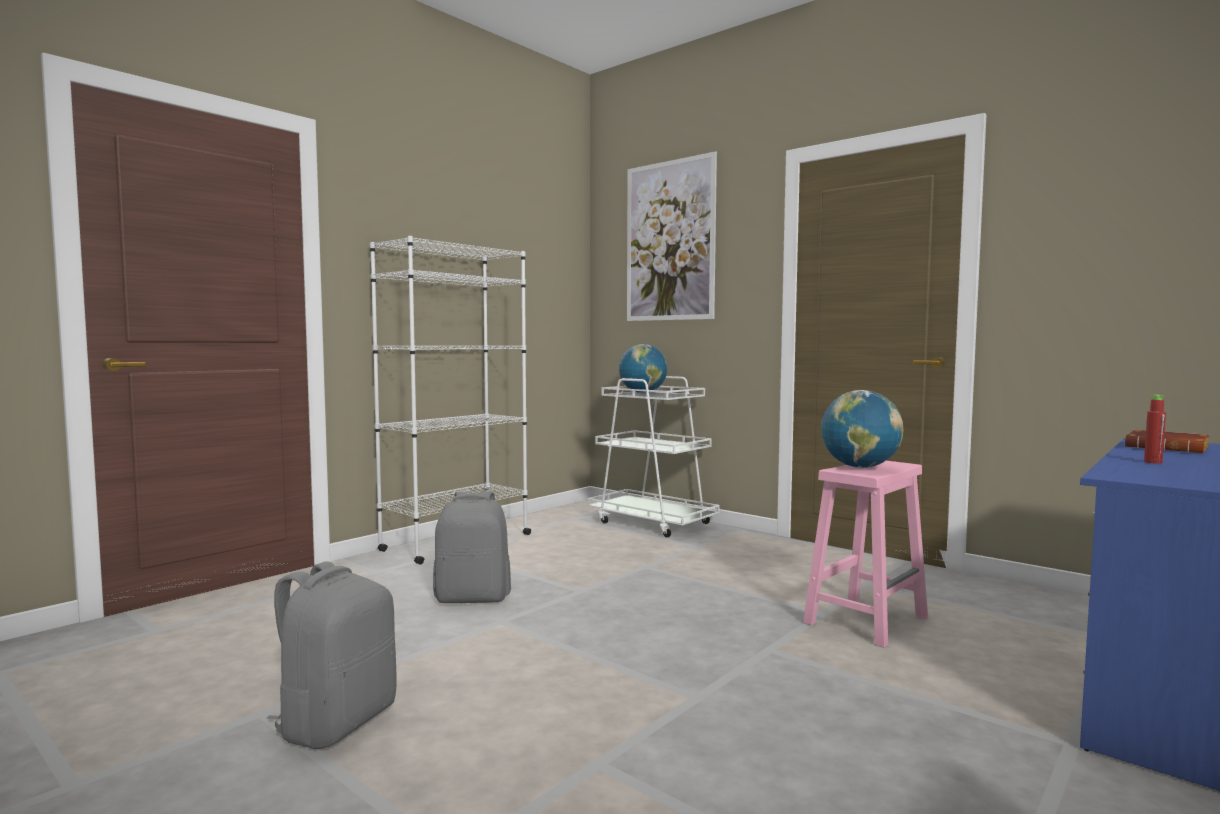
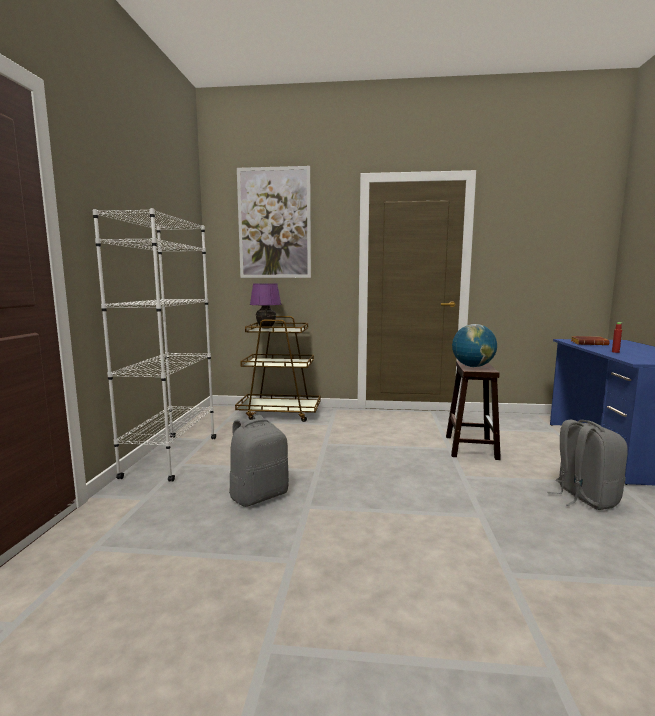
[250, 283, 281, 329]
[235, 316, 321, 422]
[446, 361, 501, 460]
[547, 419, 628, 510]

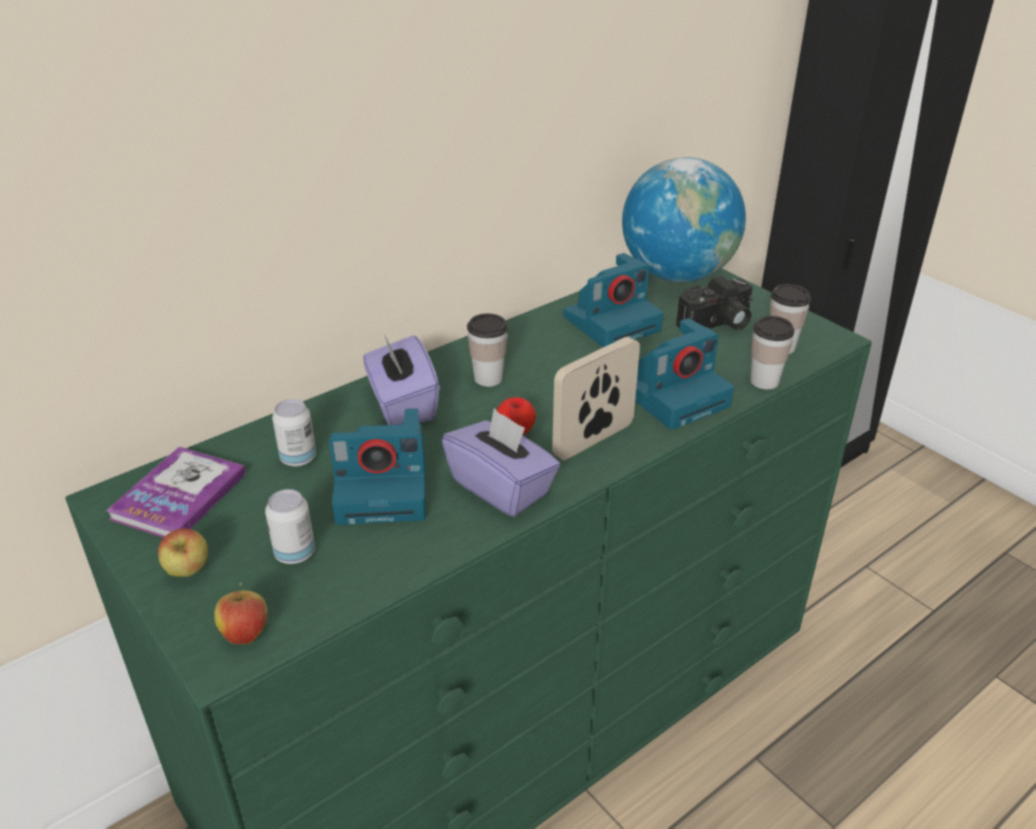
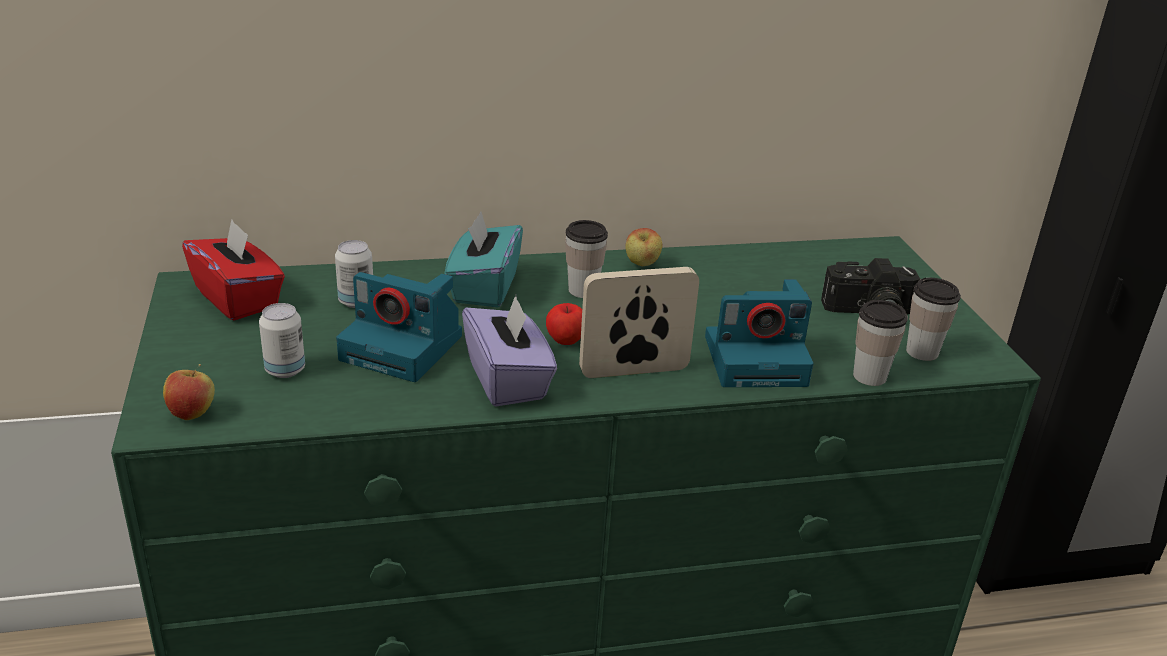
[622, 157, 746, 282] (first image)
[563, 253, 663, 347] (first image)
[445, 211, 523, 307]
[182, 219, 285, 320]
[625, 228, 662, 266]

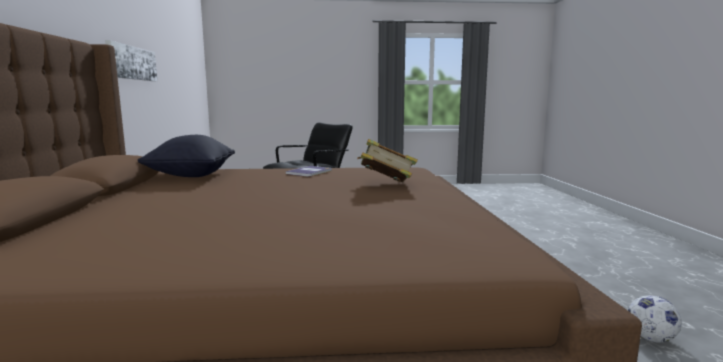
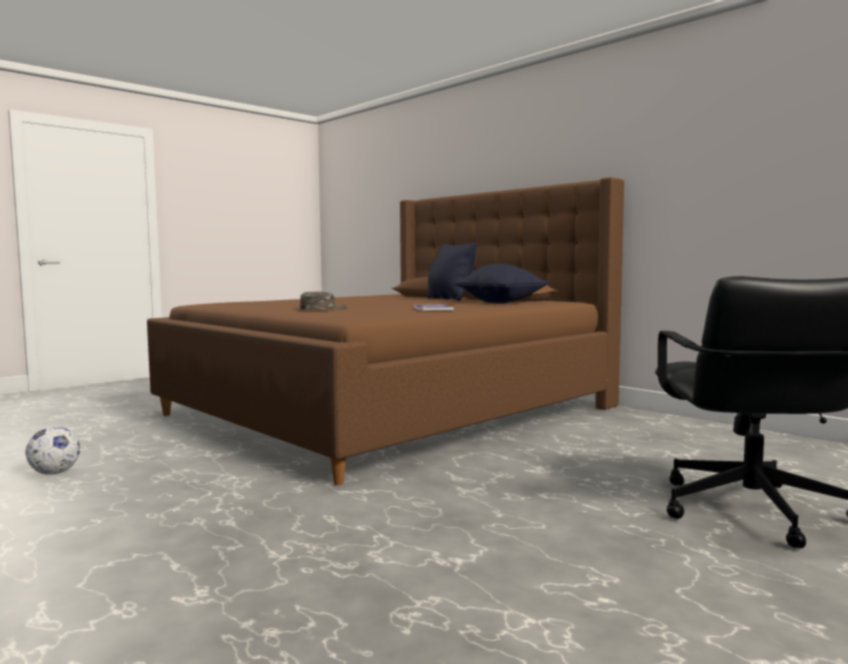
[105, 40, 157, 81] (first image)
[300, 292, 348, 310]
[427, 242, 477, 301]

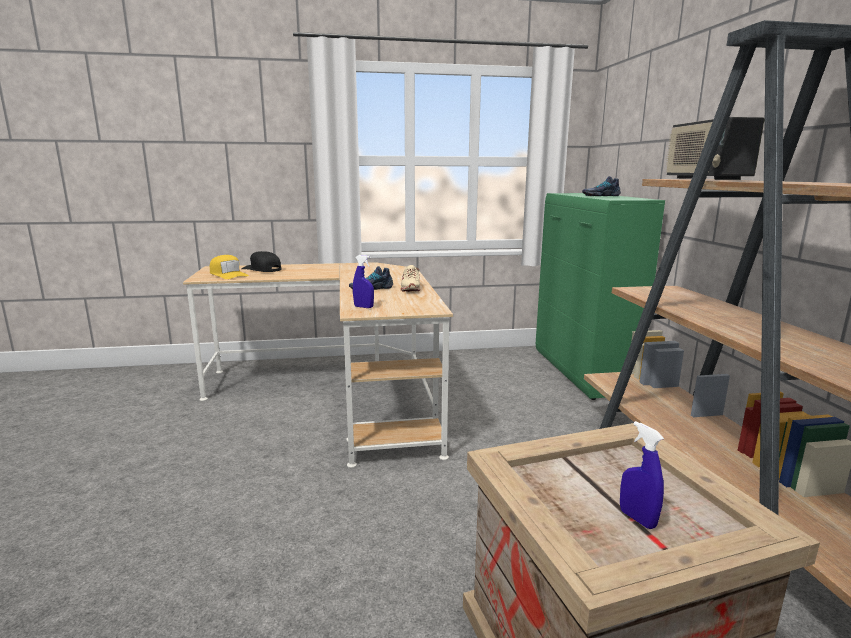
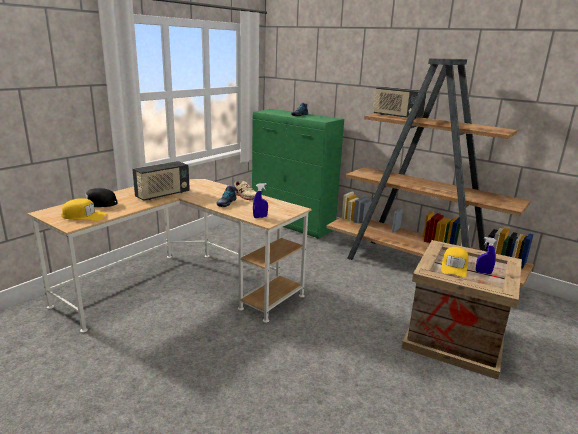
[132, 161, 190, 201]
[441, 247, 469, 277]

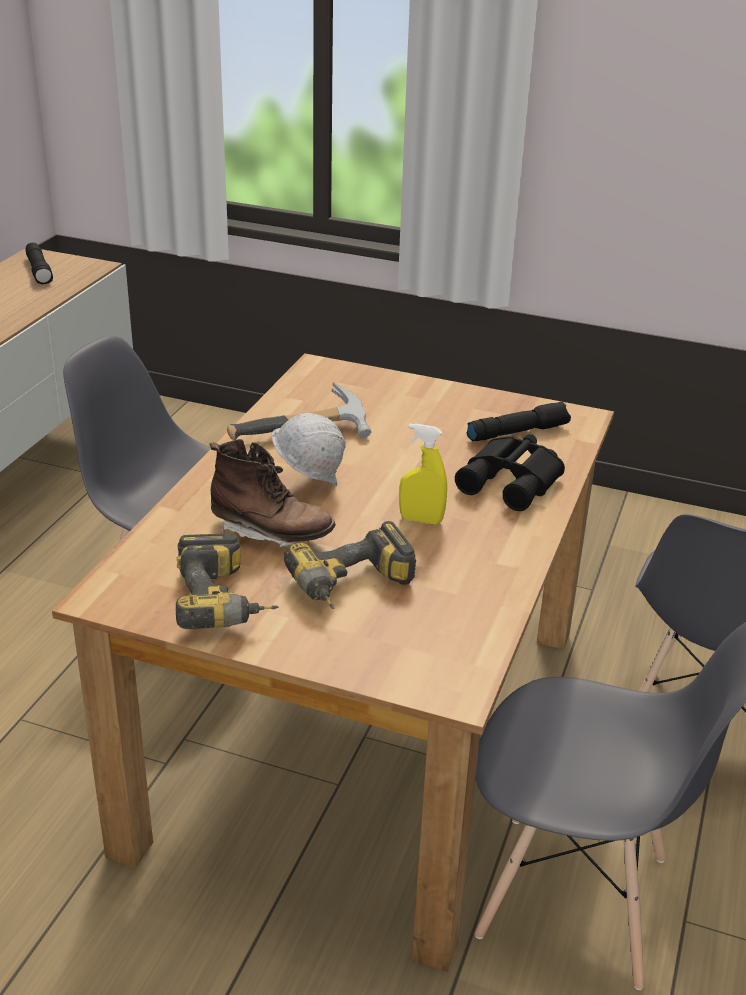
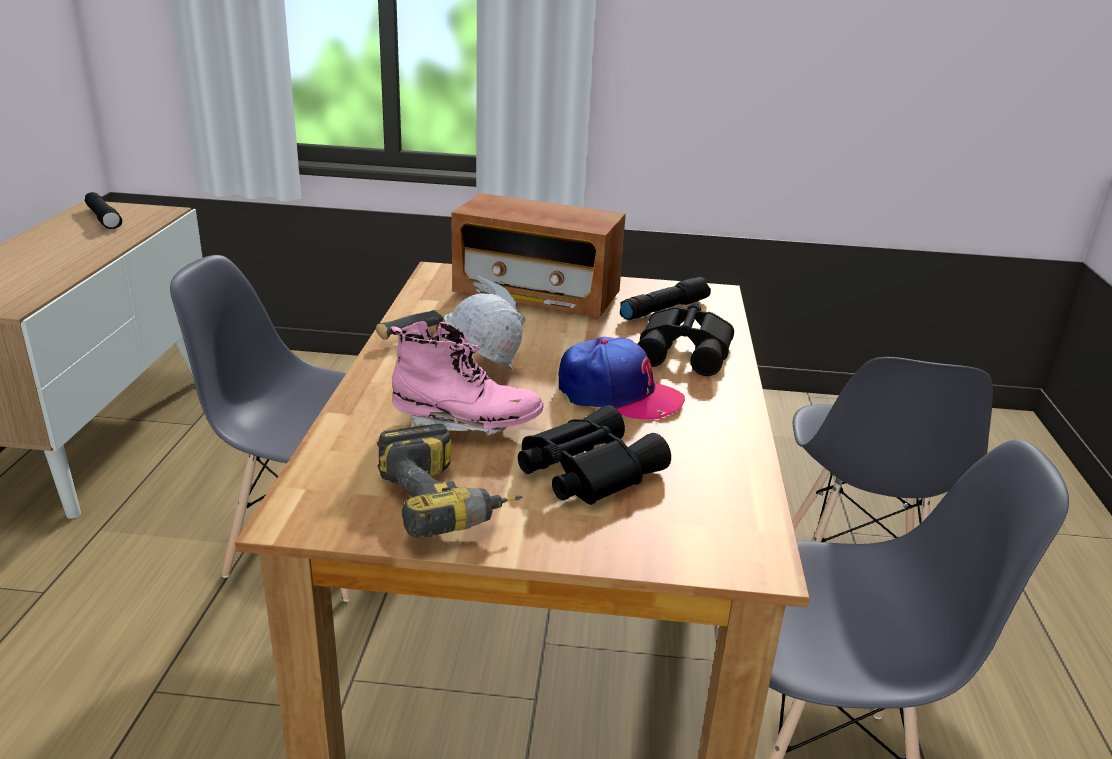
[559, 337, 685, 420]
[390, 321, 544, 436]
[518, 405, 671, 505]
[451, 193, 626, 318]

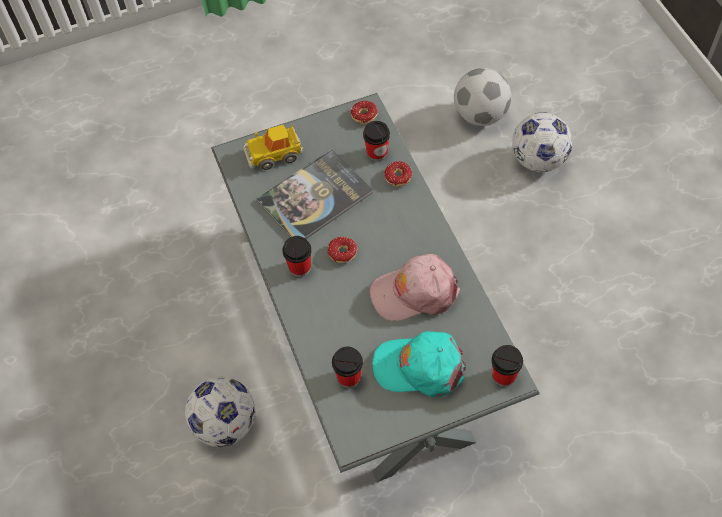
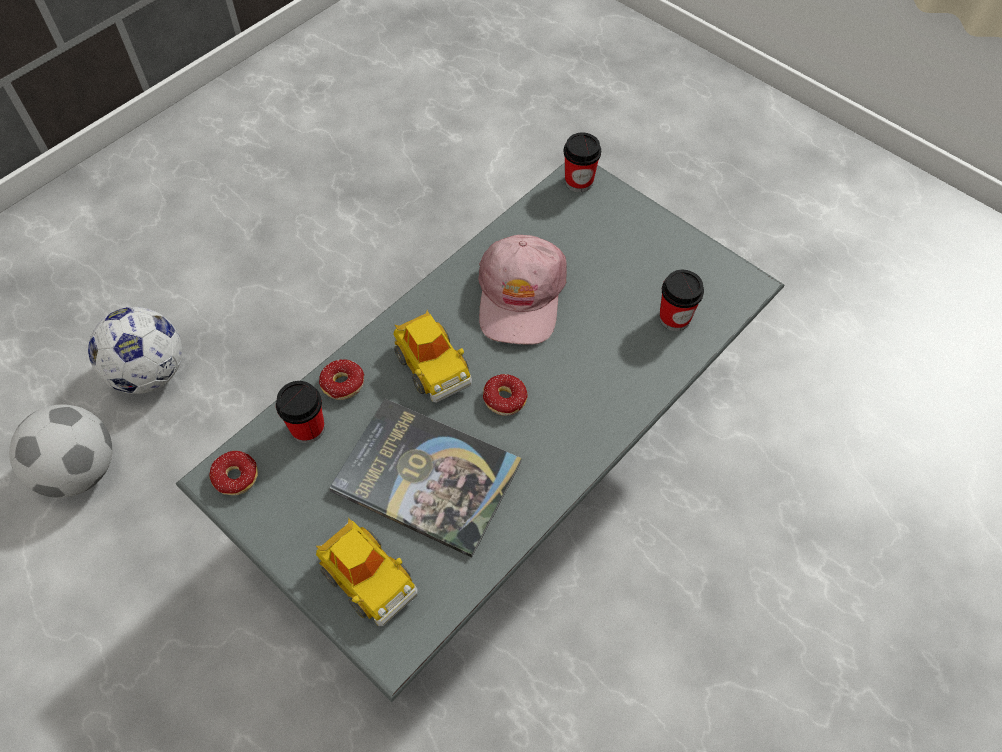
[282, 236, 312, 277] (first image)
[478, 235, 566, 345]
[372, 331, 466, 397] (first image)
[185, 377, 255, 447] (first image)
[393, 310, 472, 403]

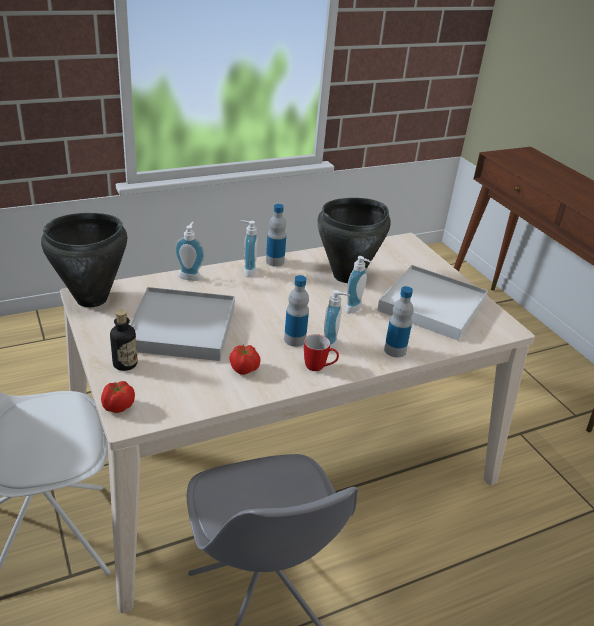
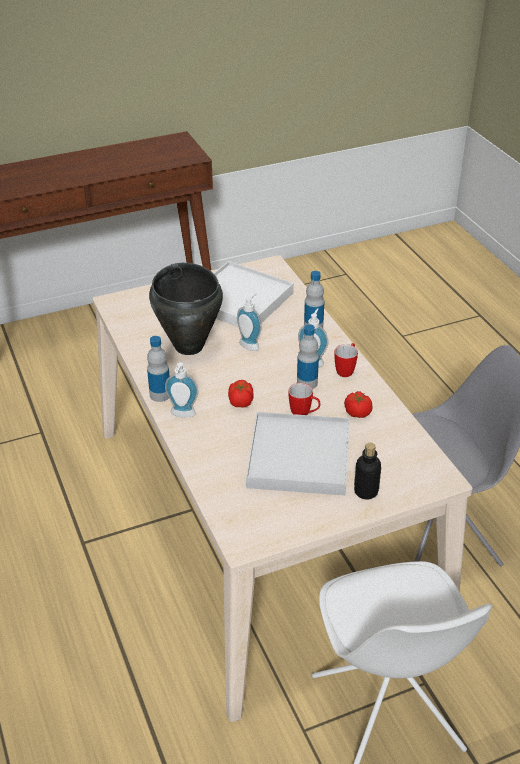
[41, 213, 127, 307] (first image)
[175, 222, 204, 281] (first image)
[228, 380, 254, 407]
[288, 383, 321, 415]

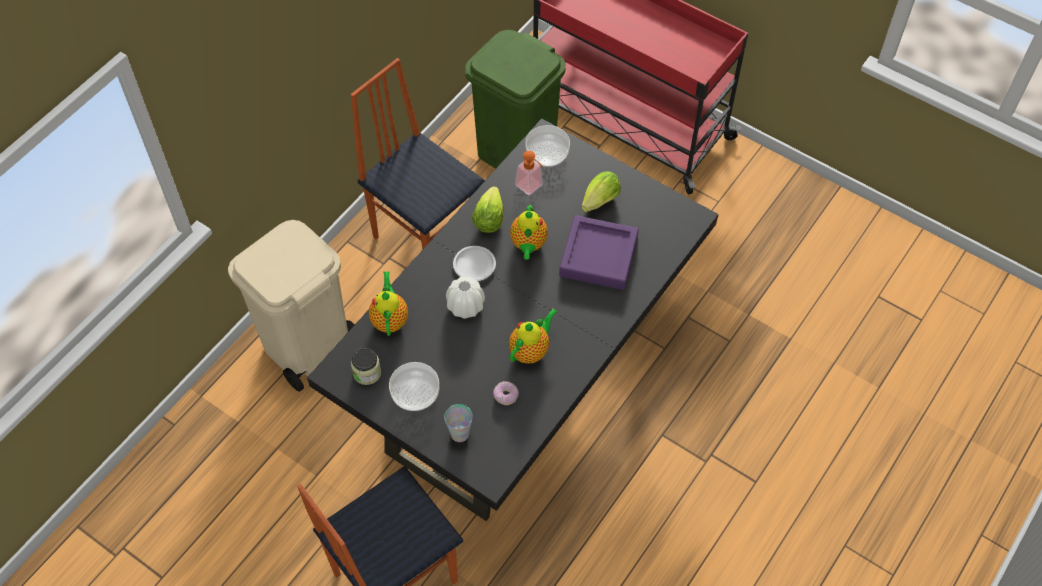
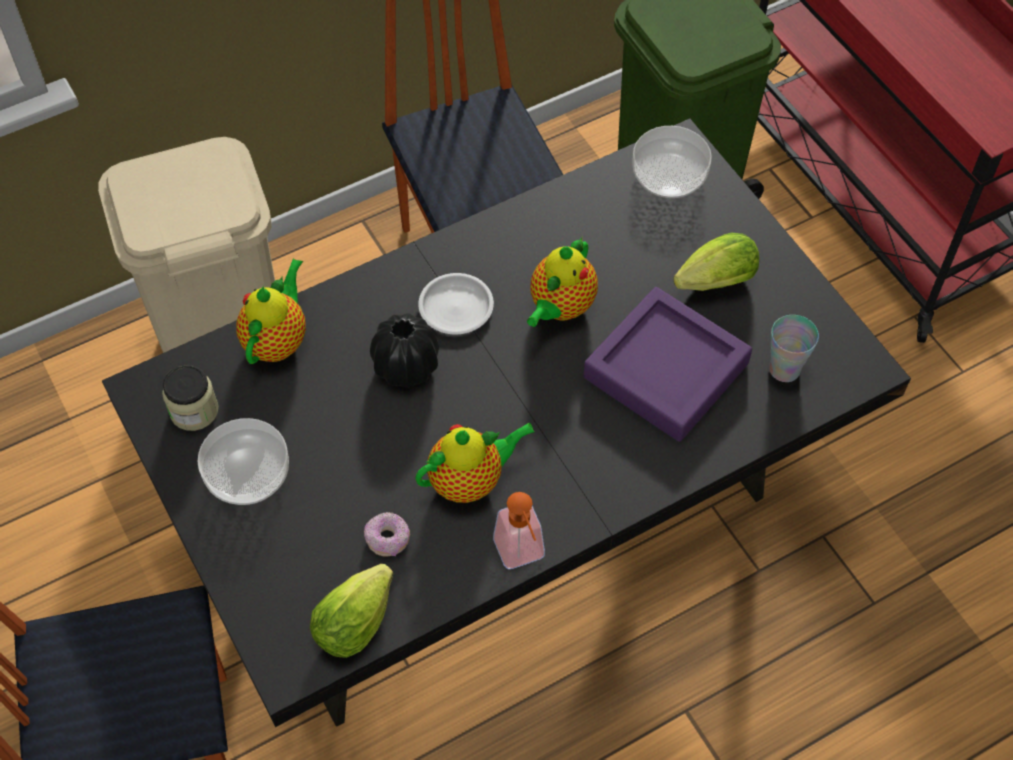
[493, 492, 545, 569]
[310, 564, 393, 658]
[370, 313, 439, 388]
[769, 315, 819, 382]

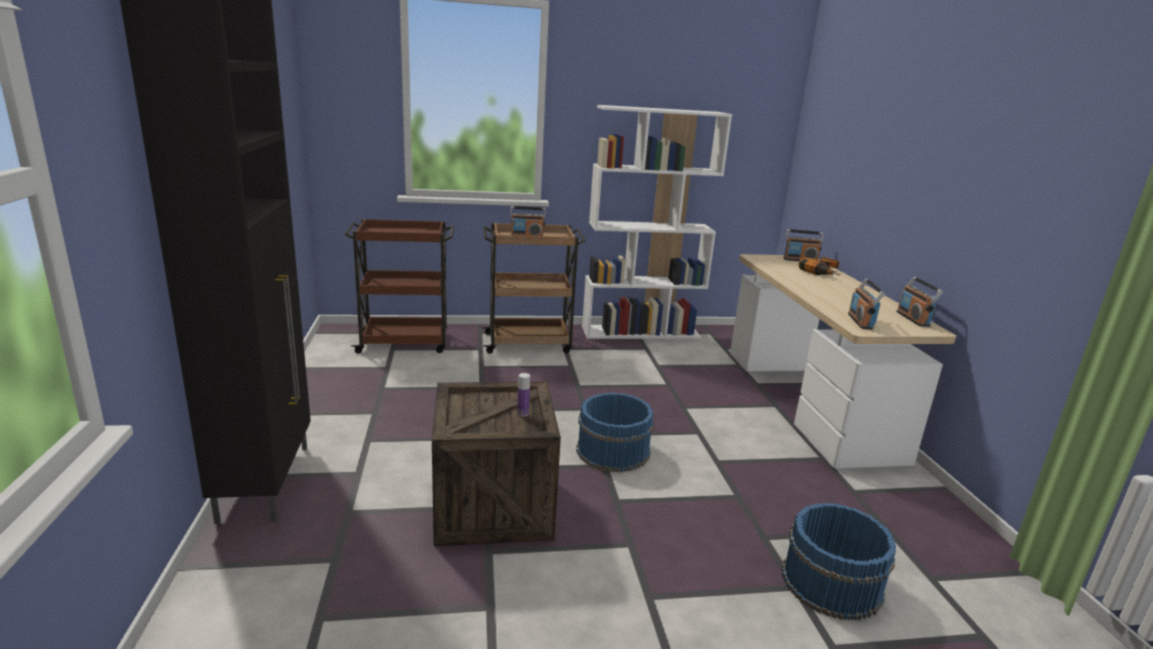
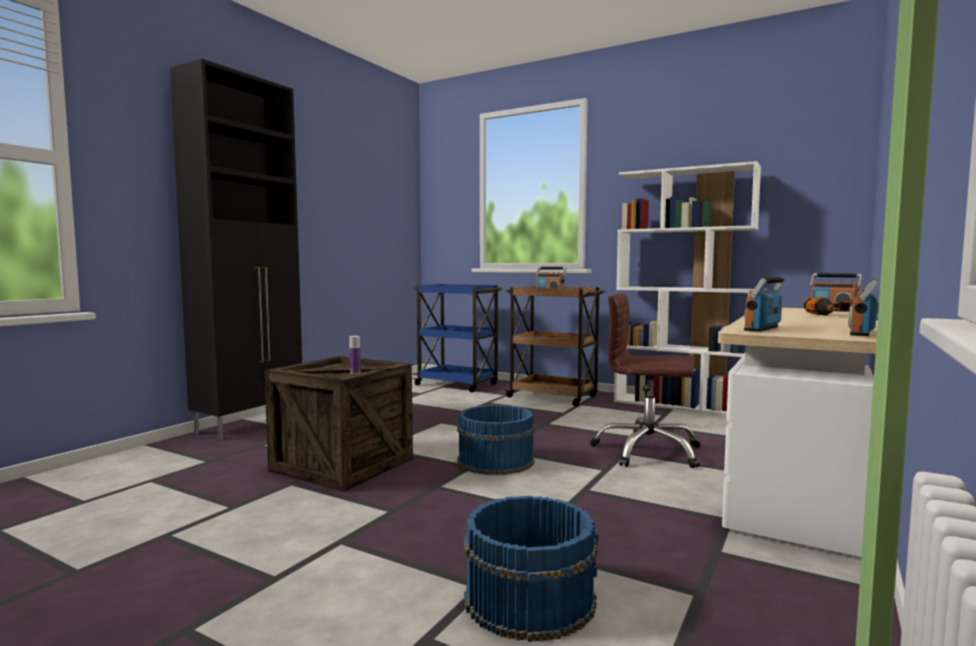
[413, 284, 502, 392]
[590, 292, 701, 468]

